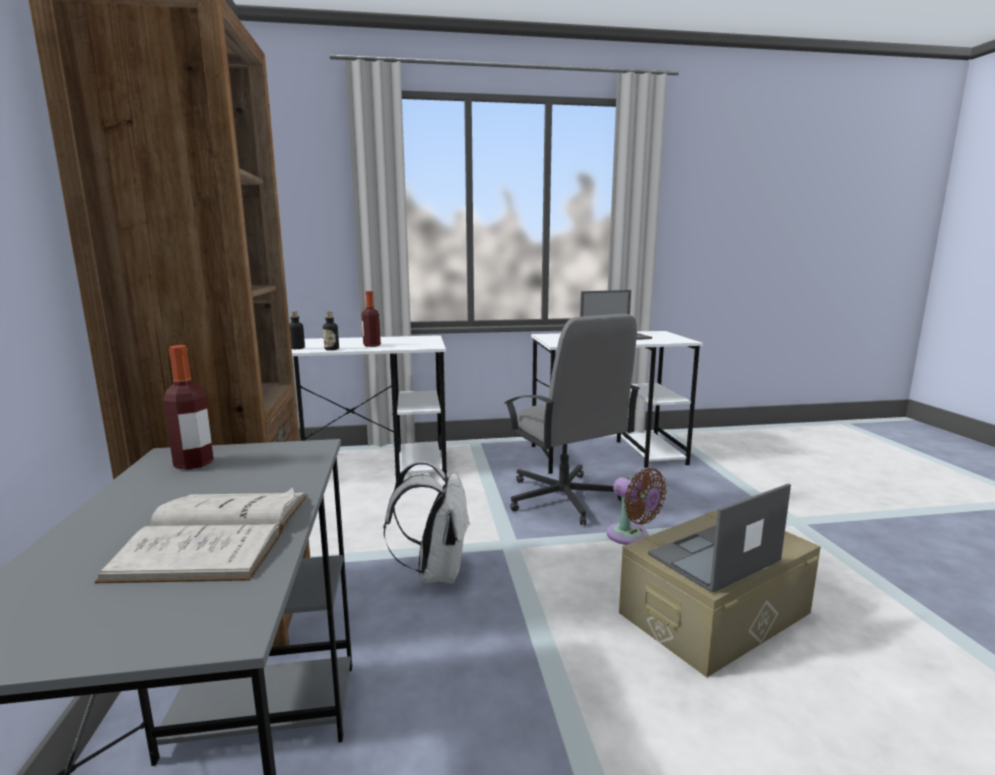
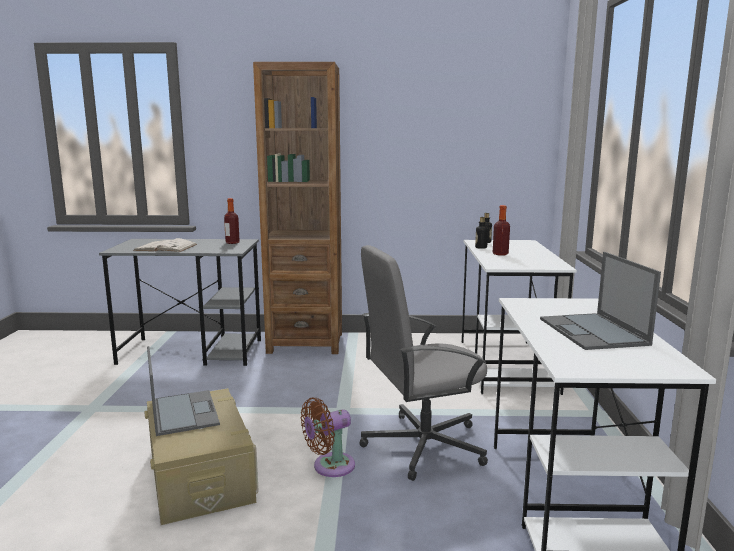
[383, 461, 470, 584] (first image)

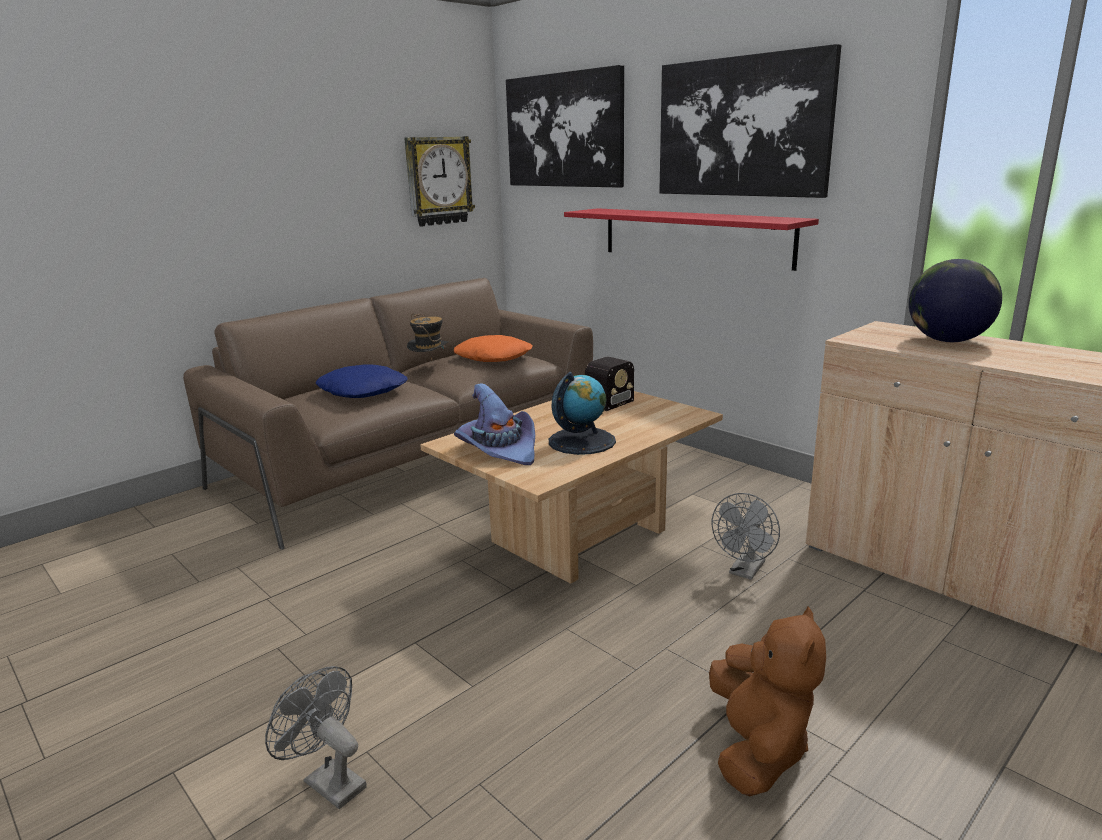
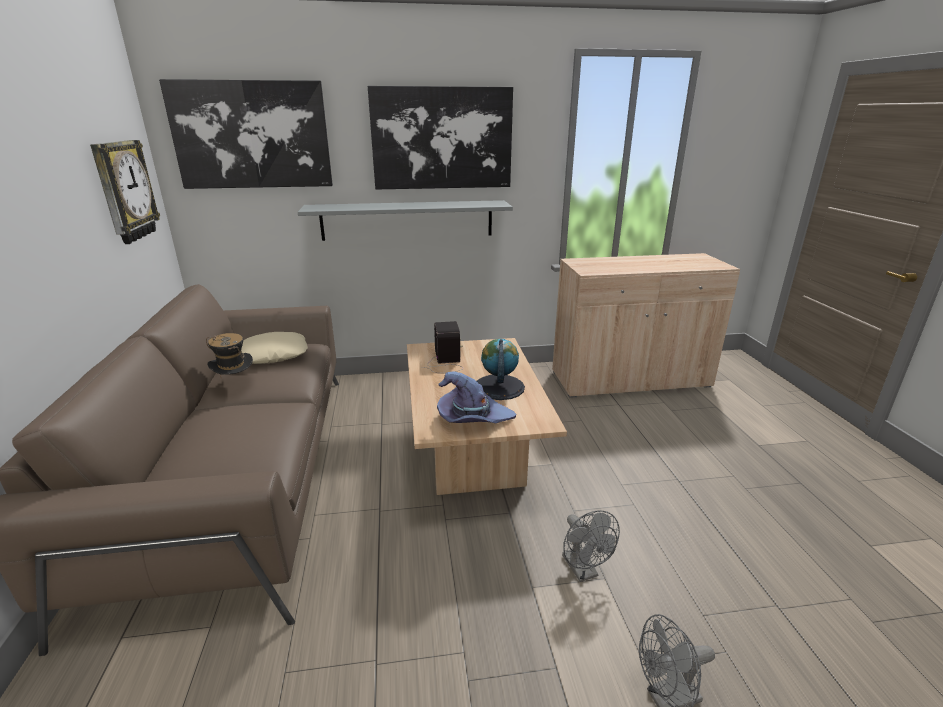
[298, 200, 513, 241]
[909, 259, 1002, 342] (first image)
[241, 332, 308, 364]
[316, 364, 408, 398] (first image)
[562, 511, 620, 582]
[709, 606, 826, 796] (first image)

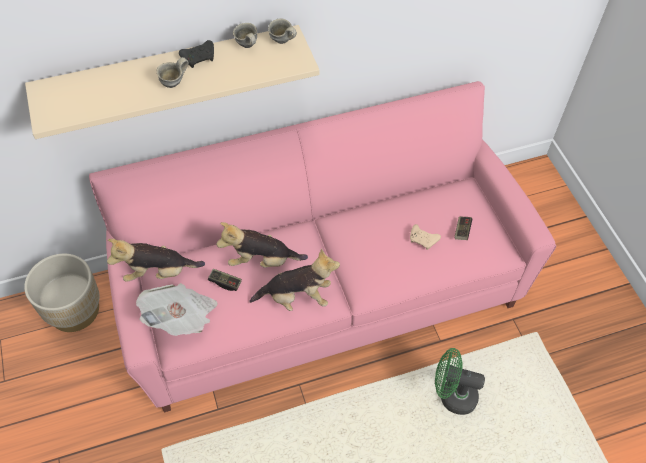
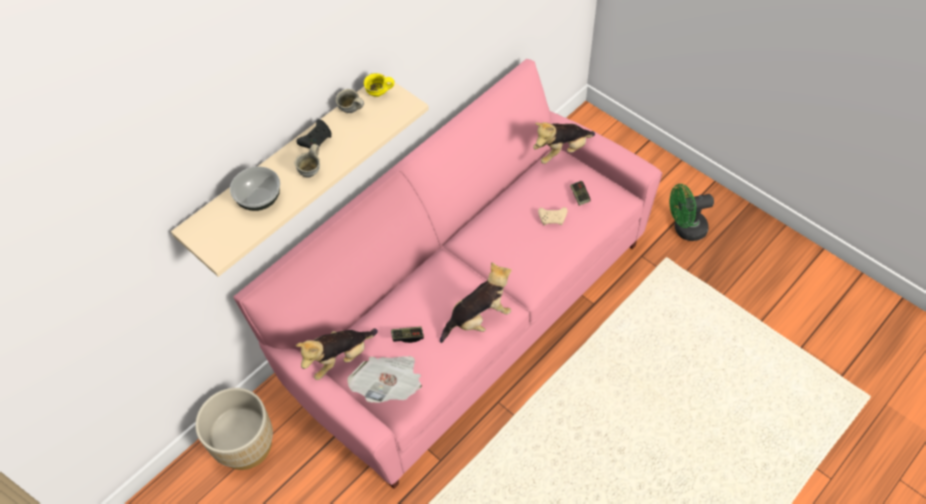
[364, 73, 394, 97]
[533, 122, 595, 164]
[670, 184, 714, 241]
[230, 167, 280, 211]

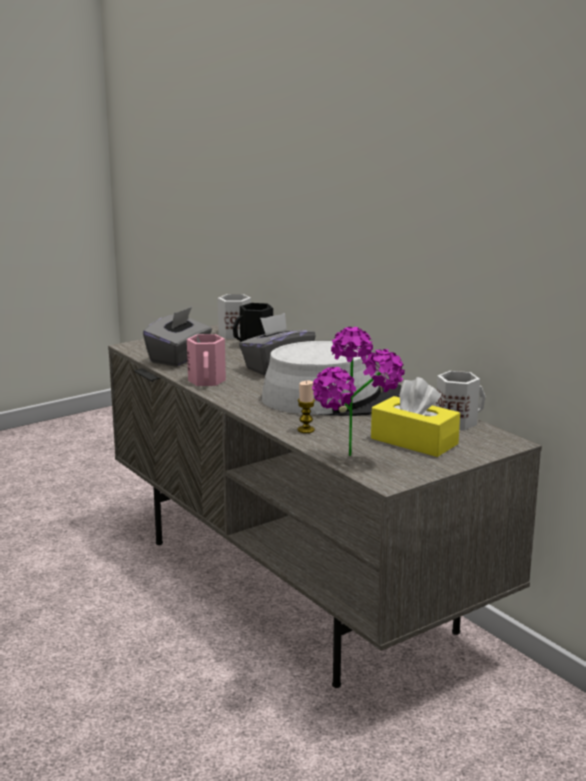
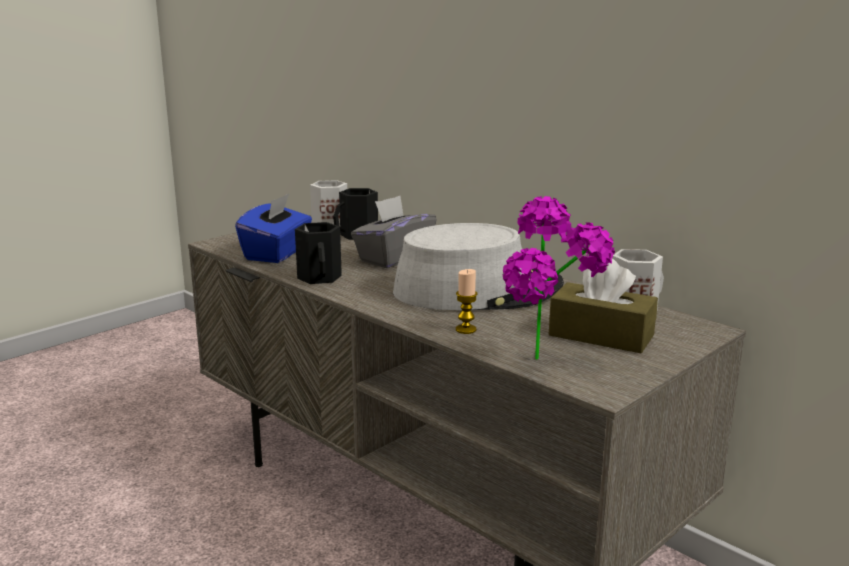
[235, 193, 312, 263]
[295, 222, 342, 284]
[549, 258, 658, 353]

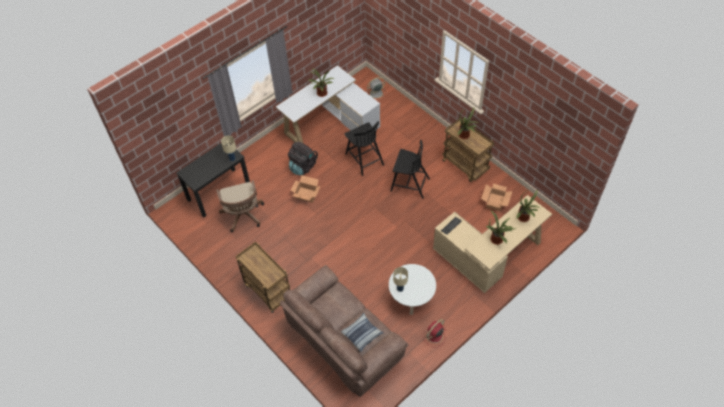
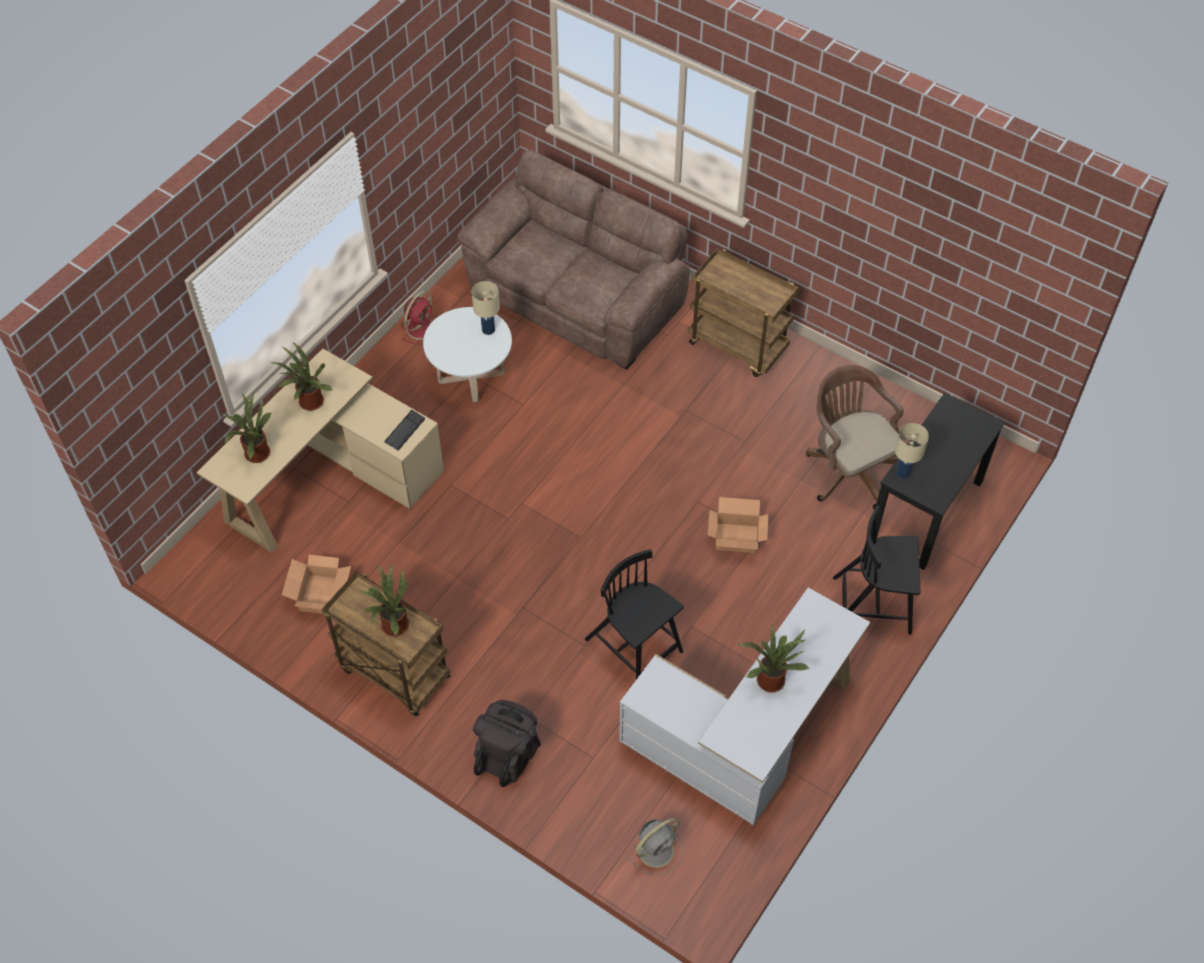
[833, 506, 921, 635]
[473, 700, 541, 787]
[341, 313, 384, 352] (first image)

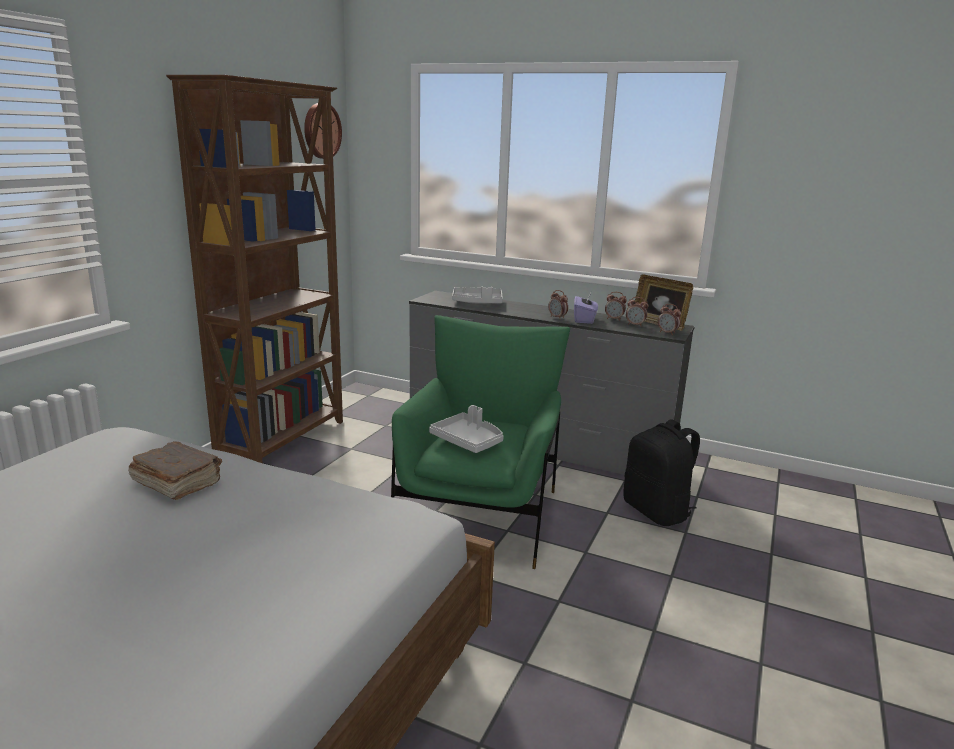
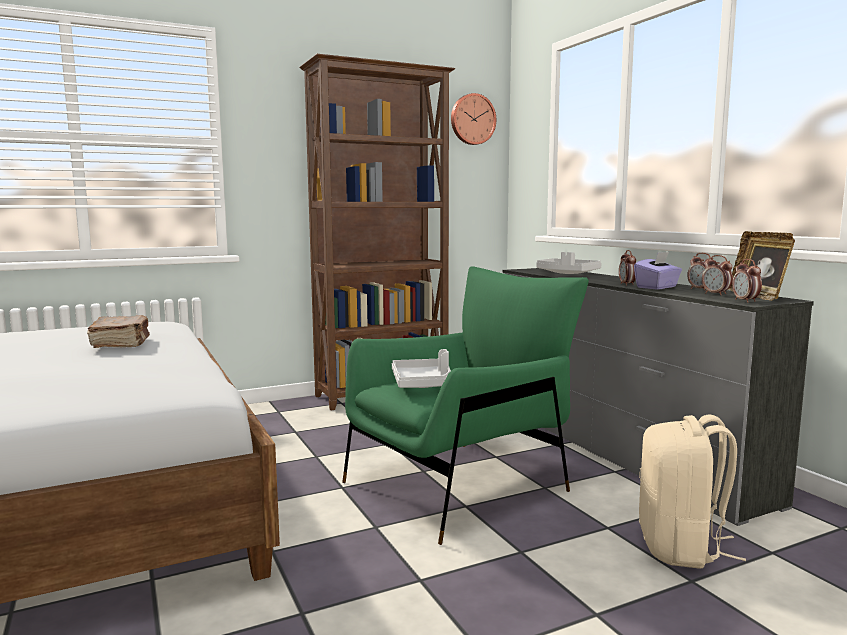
[639, 415, 746, 569]

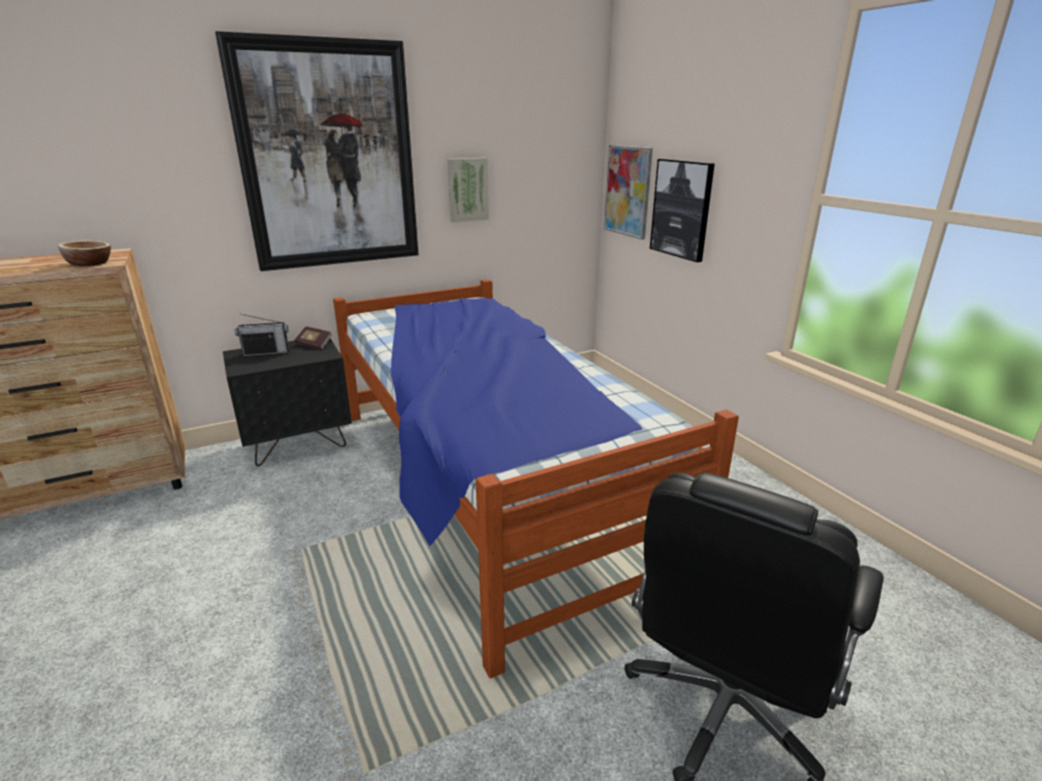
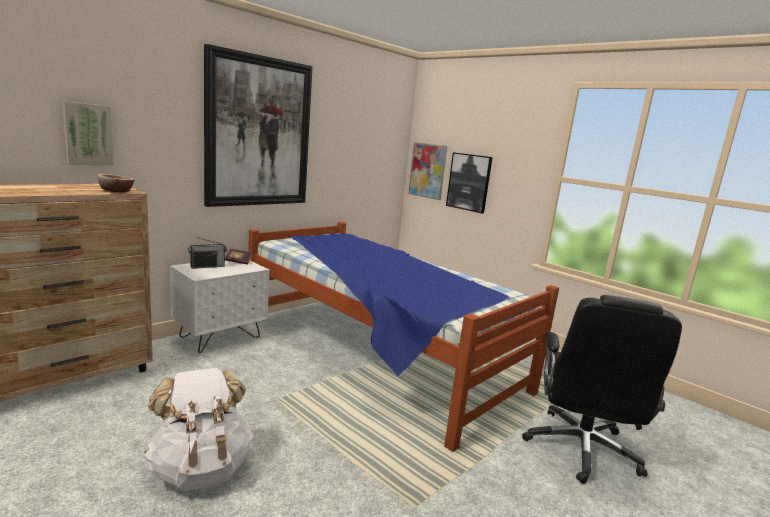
[62, 101, 114, 166]
[170, 261, 269, 353]
[144, 368, 254, 491]

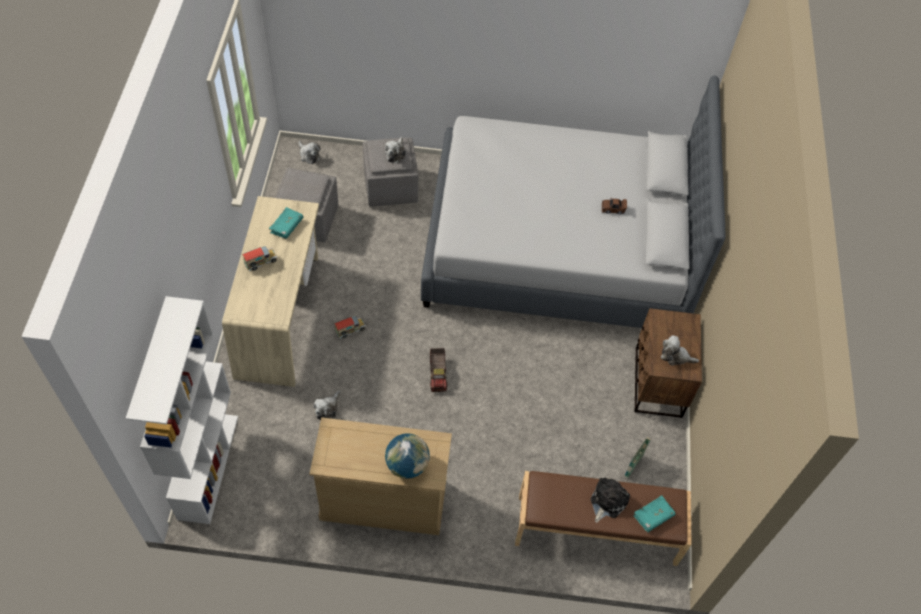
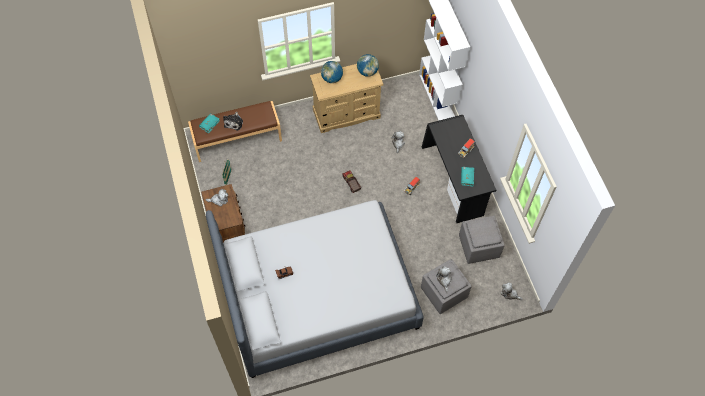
[422, 115, 496, 223]
[357, 54, 379, 77]

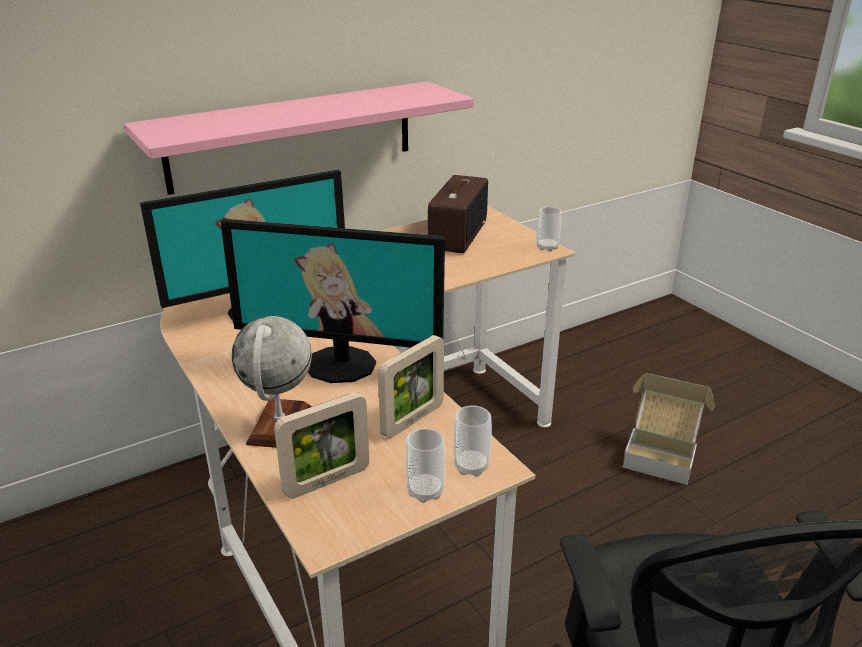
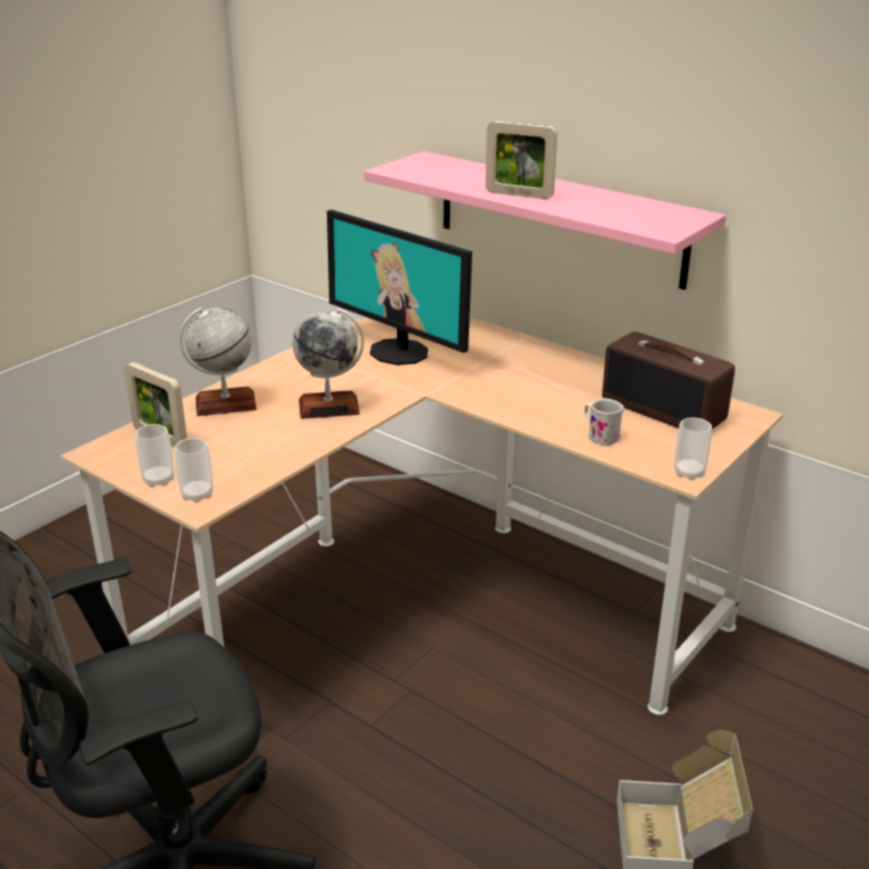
[602, 332, 735, 429]
[292, 308, 364, 419]
[485, 121, 558, 199]
[584, 398, 624, 446]

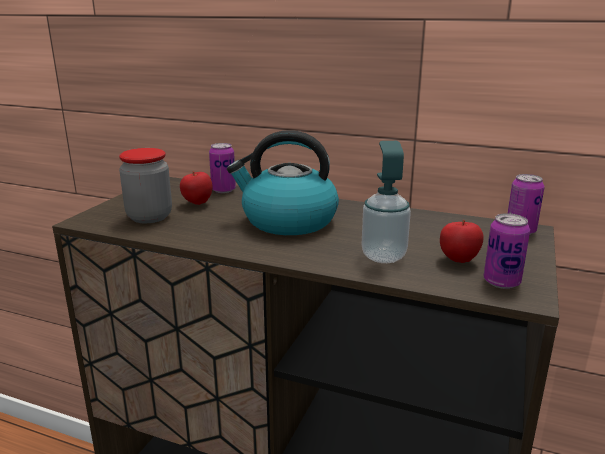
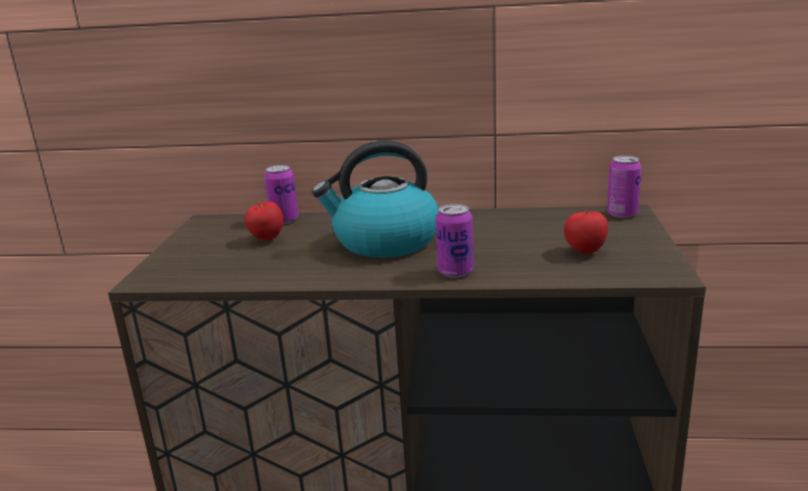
[362, 141, 411, 263] (first image)
[119, 148, 172, 223] (first image)
[436, 204, 473, 278]

